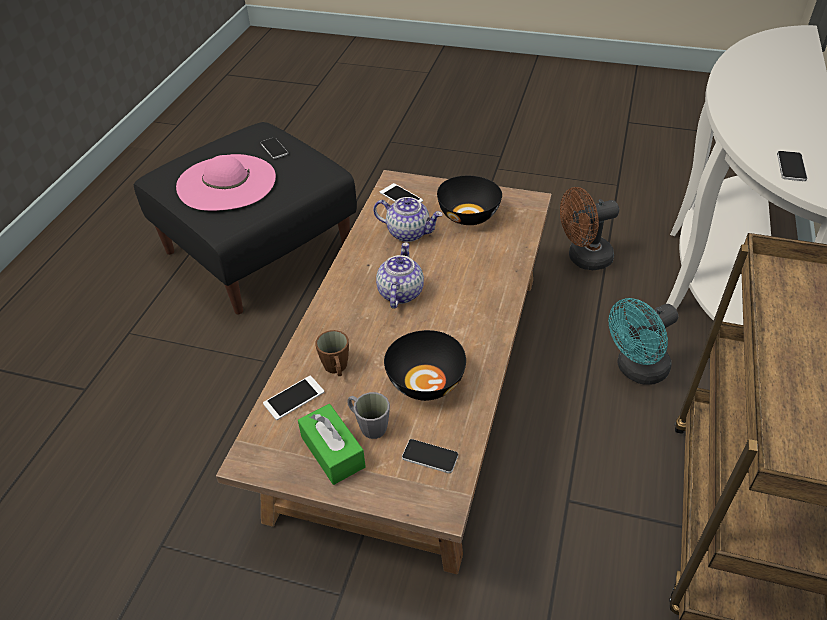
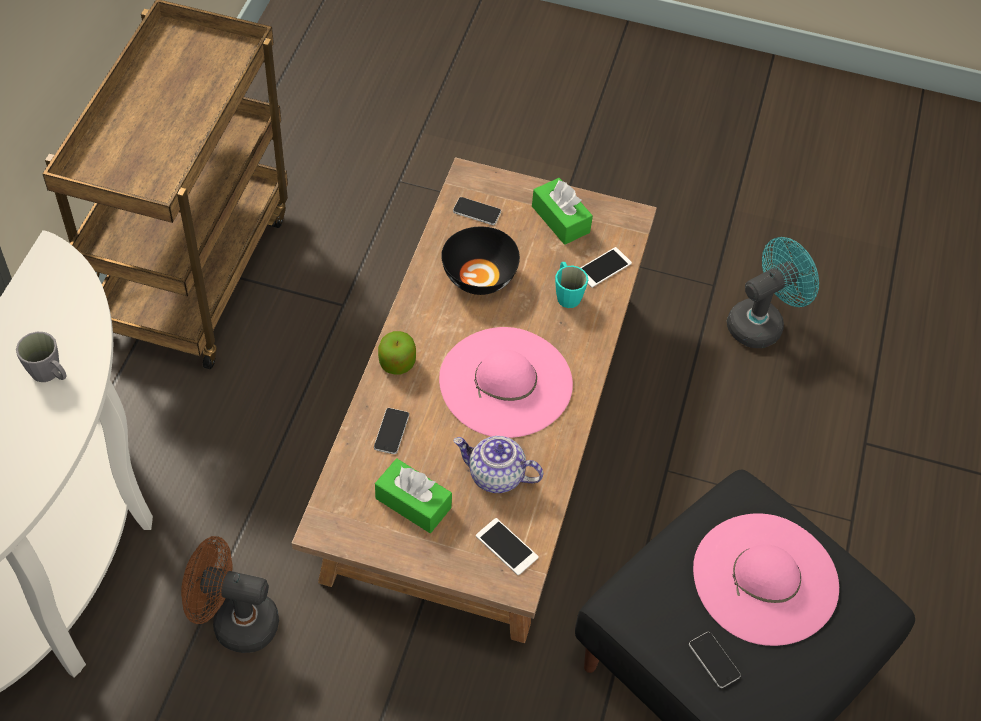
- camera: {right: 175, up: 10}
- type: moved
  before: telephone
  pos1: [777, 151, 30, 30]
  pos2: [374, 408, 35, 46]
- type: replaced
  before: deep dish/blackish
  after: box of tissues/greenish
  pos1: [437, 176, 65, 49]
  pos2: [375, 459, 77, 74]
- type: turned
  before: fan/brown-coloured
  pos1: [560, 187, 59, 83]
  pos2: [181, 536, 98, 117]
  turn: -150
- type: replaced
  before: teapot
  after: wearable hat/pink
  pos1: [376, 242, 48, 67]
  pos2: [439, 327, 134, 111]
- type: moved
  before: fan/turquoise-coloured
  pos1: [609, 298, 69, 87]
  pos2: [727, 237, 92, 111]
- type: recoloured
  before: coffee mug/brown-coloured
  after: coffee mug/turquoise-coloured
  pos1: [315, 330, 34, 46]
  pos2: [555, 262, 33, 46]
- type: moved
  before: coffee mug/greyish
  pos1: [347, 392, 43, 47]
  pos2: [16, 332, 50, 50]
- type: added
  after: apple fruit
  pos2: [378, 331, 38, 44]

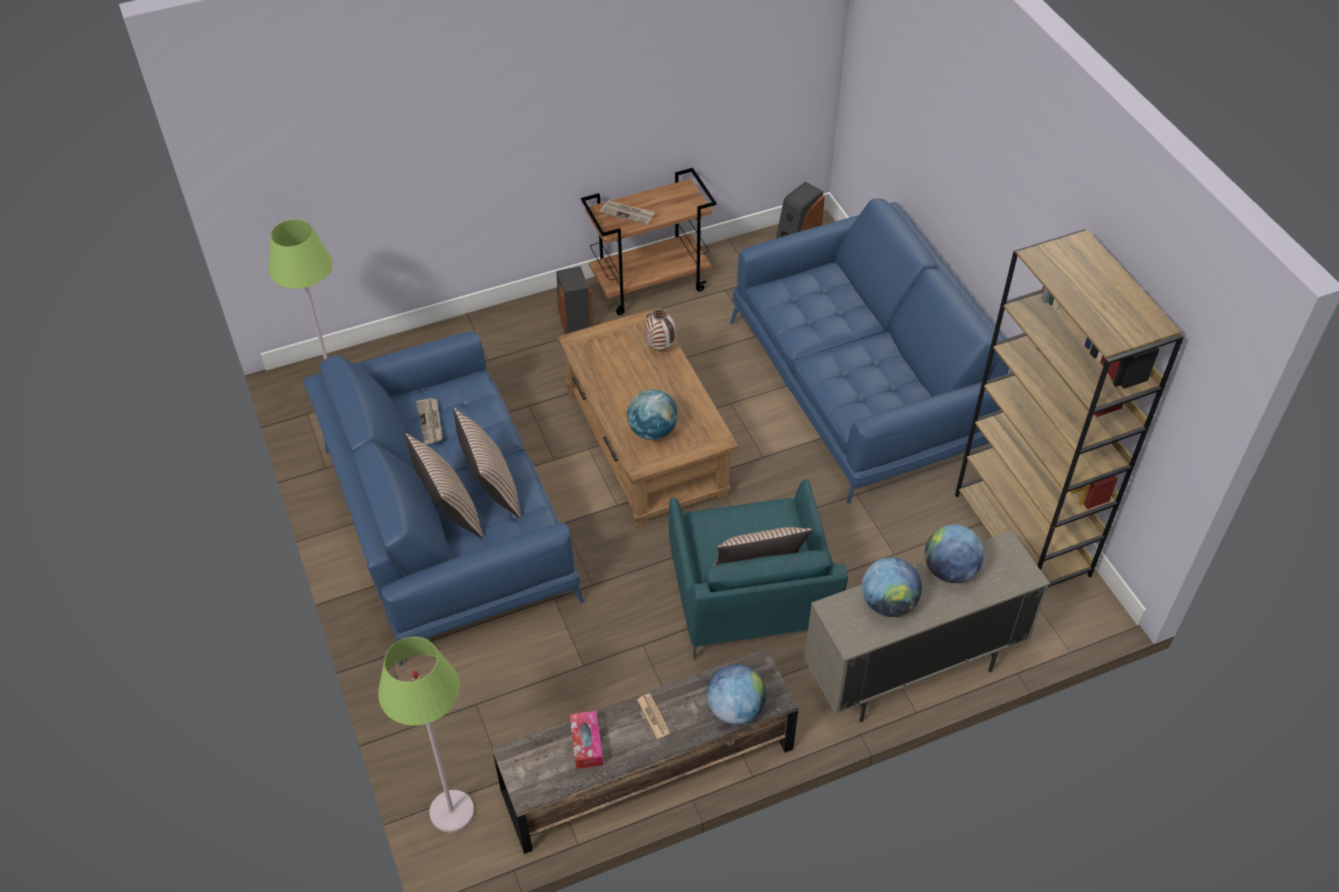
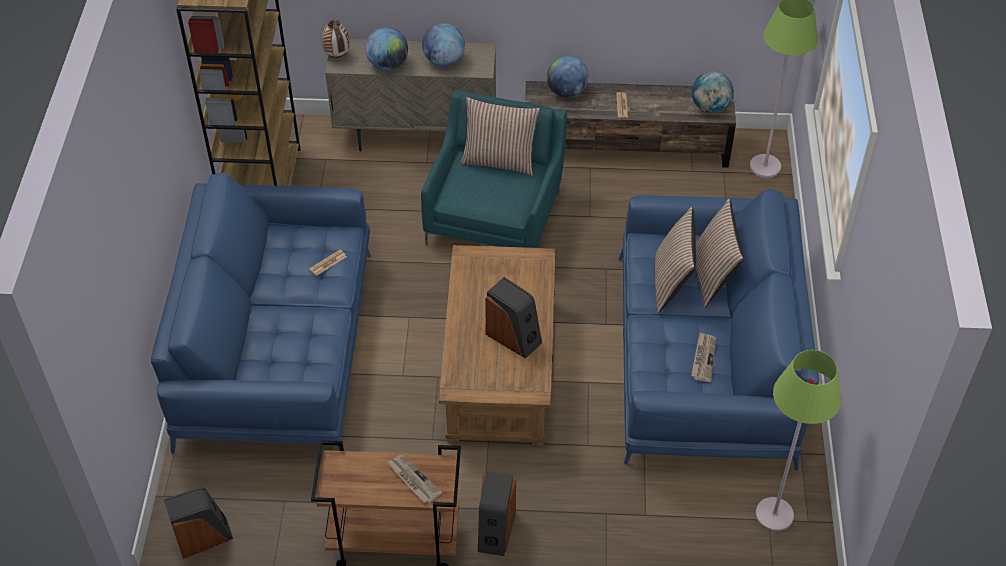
- camera: {right: -155, up: 0}
- type: moved
  before: vase
  pos1: [644, 308, 32, 43]
  pos2: [322, 20, 28, 38]
- type: moved
  before: globe
  pos1: [627, 389, 51, 51]
  pos2: [692, 71, 42, 42]
- type: removed
  before: box of tissues
  pos1: [569, 711, 34, 58]
- type: added
  after: printed paper
  pos2: [309, 250, 38, 26]
- type: added
  after: loudspeaker
  pos2: [485, 277, 57, 82]

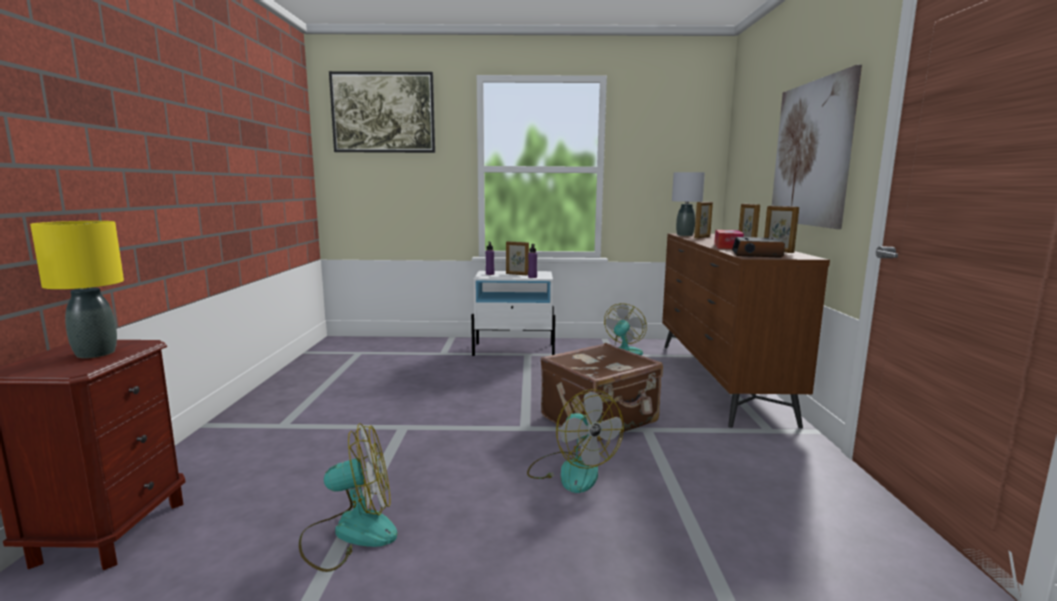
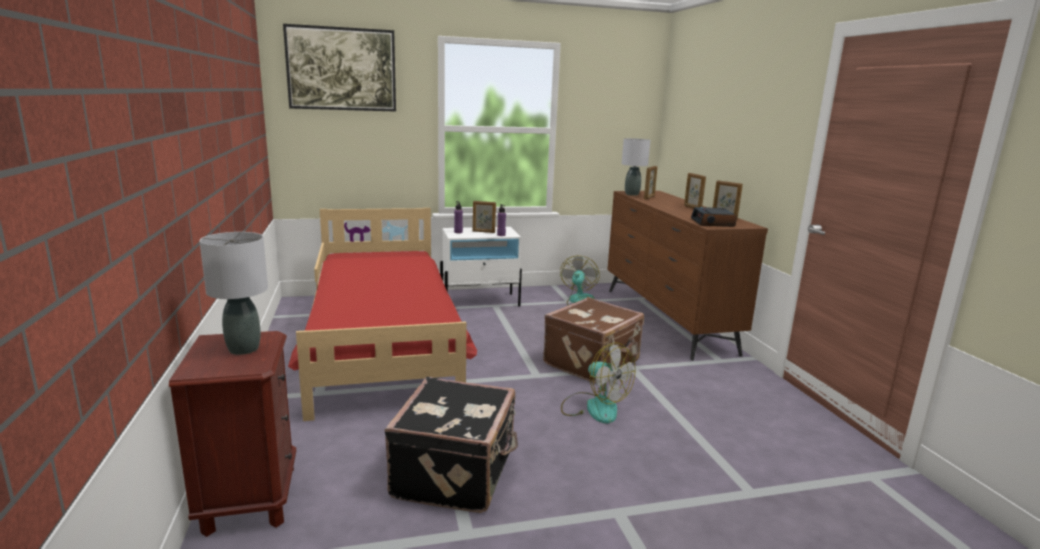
- camera: {right: -15, up: 5}
- type: removed
  before: picture
  pos1: [772, 65, 90, 164]
- type: recoloured
  before: tabletop lamp/yellowish
  after: tabletop lamp/greyish
  pos1: [30, 221, 94, 137]
  pos2: [199, 232, 69, 123]
- type: removed
  before: box of tissues
  pos1: [714, 230, 30, 19]
- type: replaced
  before: fan
  after: piece of luggage/blackish
  pos1: [299, 423, 99, 149]
  pos2: [384, 377, 134, 136]
- type: added
  after: bedroom bed/reddish
  pos2: [288, 208, 189, 213]

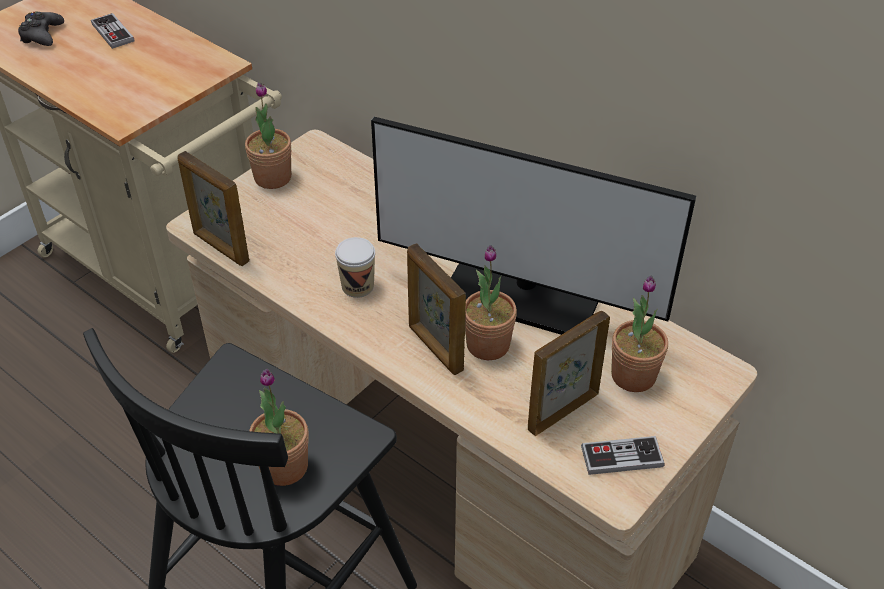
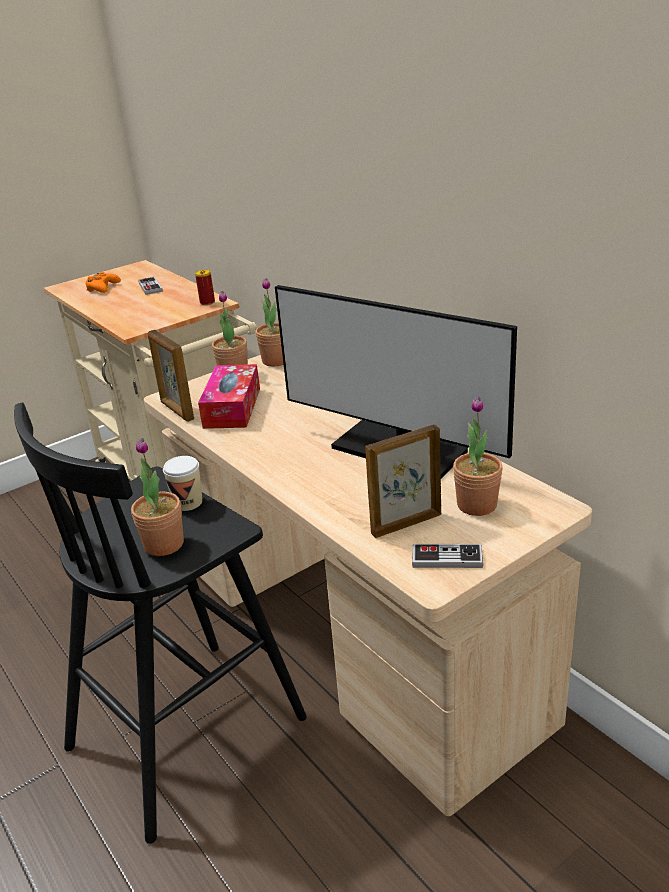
- camera: {right: 15, up: -15}
- type: recoloured
  before: gamepad/blackish
  after: gamepad/orange-coloured
  pos1: [18, 12, 46, 34]
  pos2: [86, 272, 35, 21]
- type: moved
  before: cup
  pos1: [335, 237, 40, 61]
  pos2: [163, 456, 39, 55]
- type: removed
  before: standing frame
  pos1: [407, 243, 59, 132]
- type: moved
  before: potted plant
  pos1: [465, 245, 52, 115]
  pos2: [255, 278, 29, 88]
- type: added
  after: metal can
  pos2: [195, 270, 20, 35]
- type: added
  after: box of tissues
  pos2: [198, 364, 62, 65]

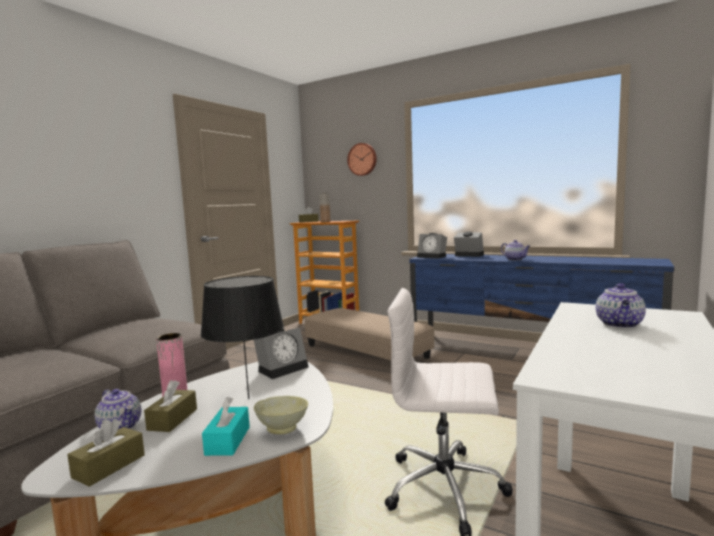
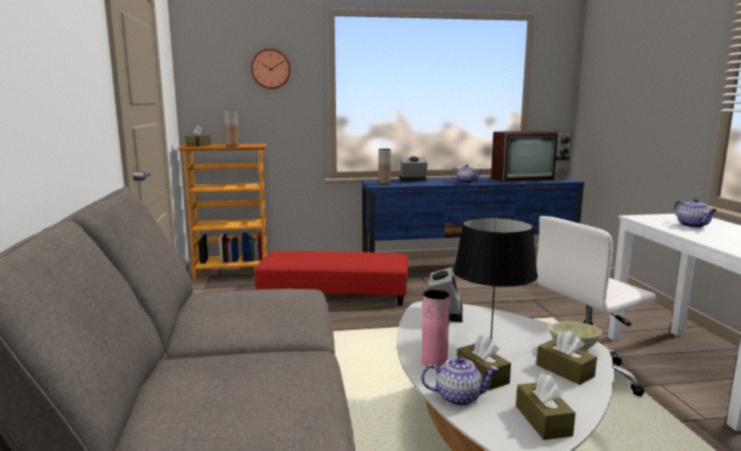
- camera: {right: -40, up: 5}
- type: replaced
  before: alarm clock
  after: vase/brown-coloured
  pos1: [417, 233, 30, 26]
  pos2: [378, 149, 13, 36]
- type: recoloured
  before: pouffe/beige-coloured
  after: pouffe/reddish
  pos1: [305, 308, 129, 52]
  pos2: [254, 251, 154, 55]
- type: recoloured
  before: box of tissues/turquoise-coloured
  after: box of tissues/brown-coloured
  pos1: [202, 397, 48, 59]
  pos2: [536, 331, 61, 54]
- type: added
  after: television
  pos2: [491, 131, 81, 51]

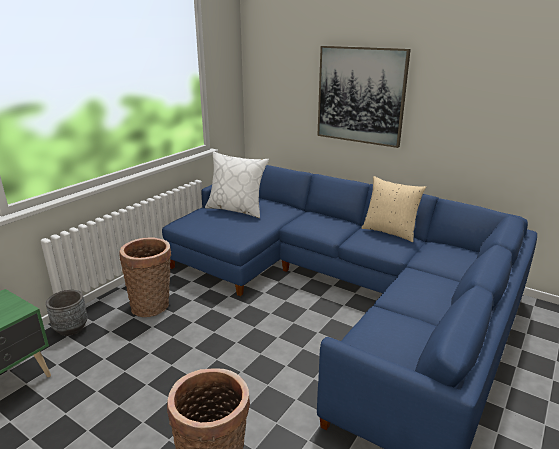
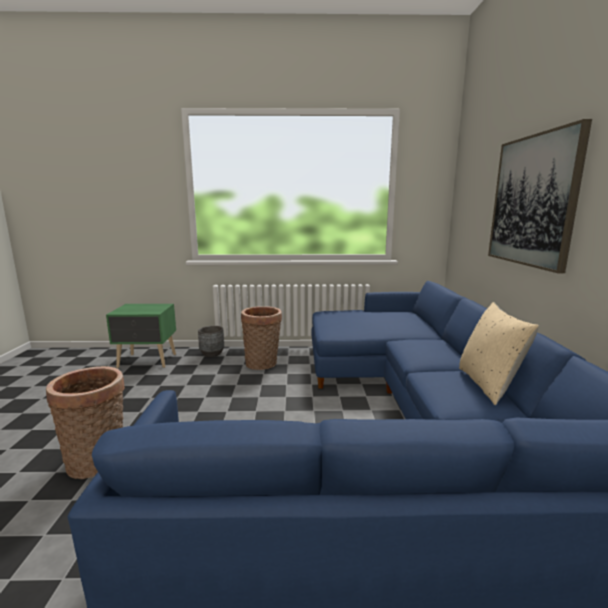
- camera: {right: 55, up: -10}
- type: removed
  before: pillow/white-coloured
  pos1: [205, 152, 64, 66]

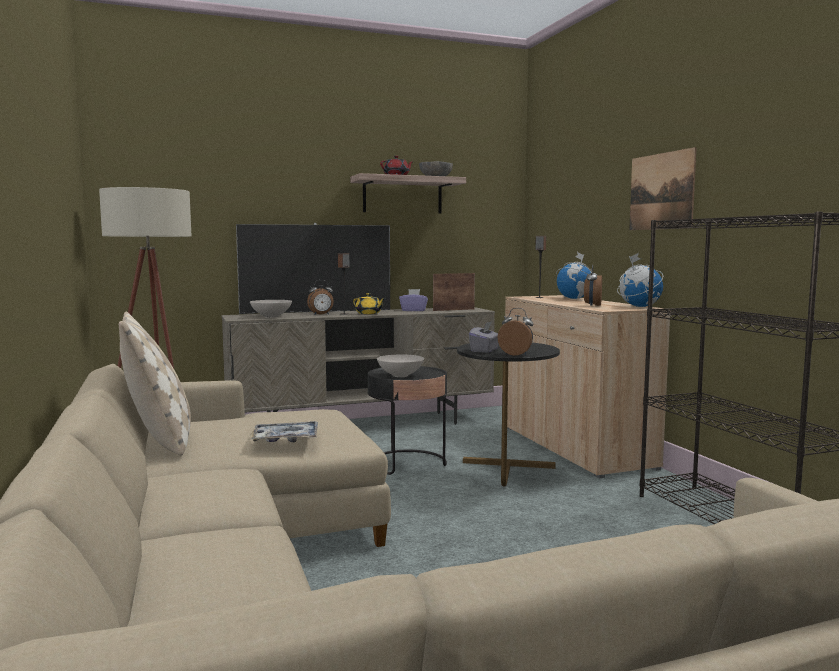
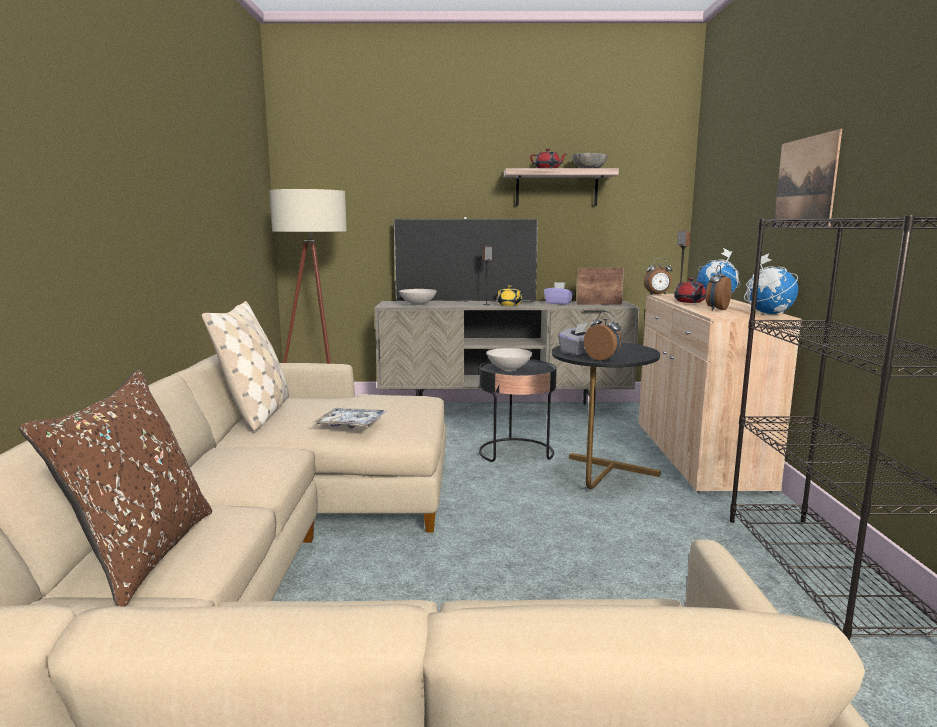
- camera: {right: 20, up: 5}
- type: moved
  before: alarm clock
  pos1: [307, 280, 27, 35]
  pos2: [644, 258, 29, 37]
- type: added
  after: teapot/reddish
  pos2: [674, 278, 32, 25]
- type: added
  after: pillow/brown-coloured
  pos2: [19, 370, 193, 236]

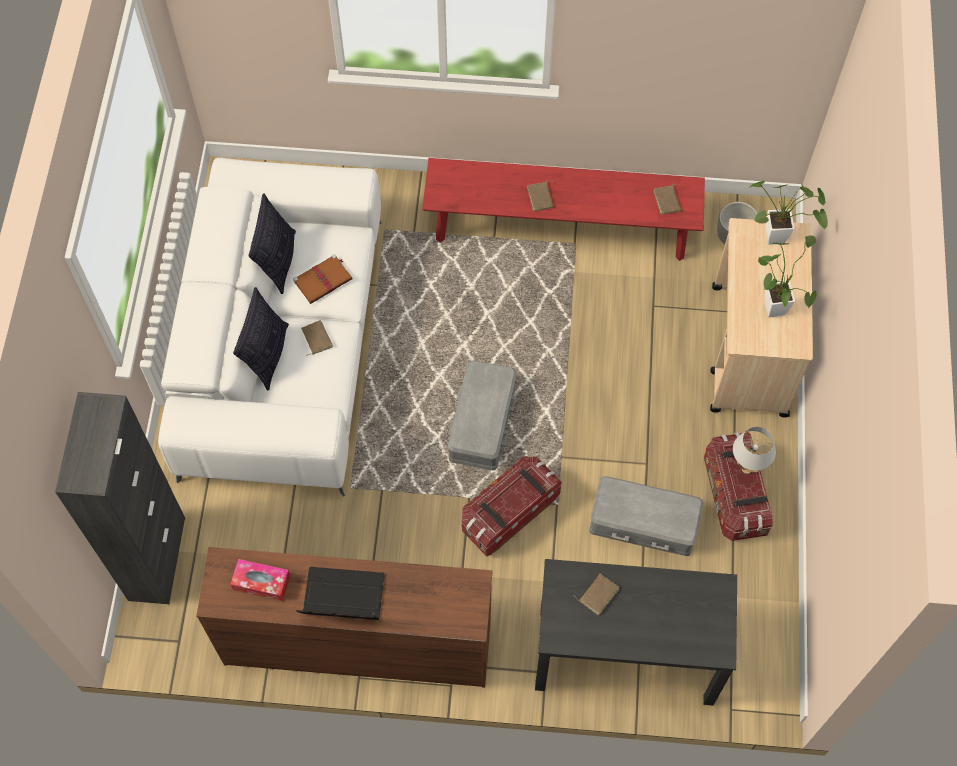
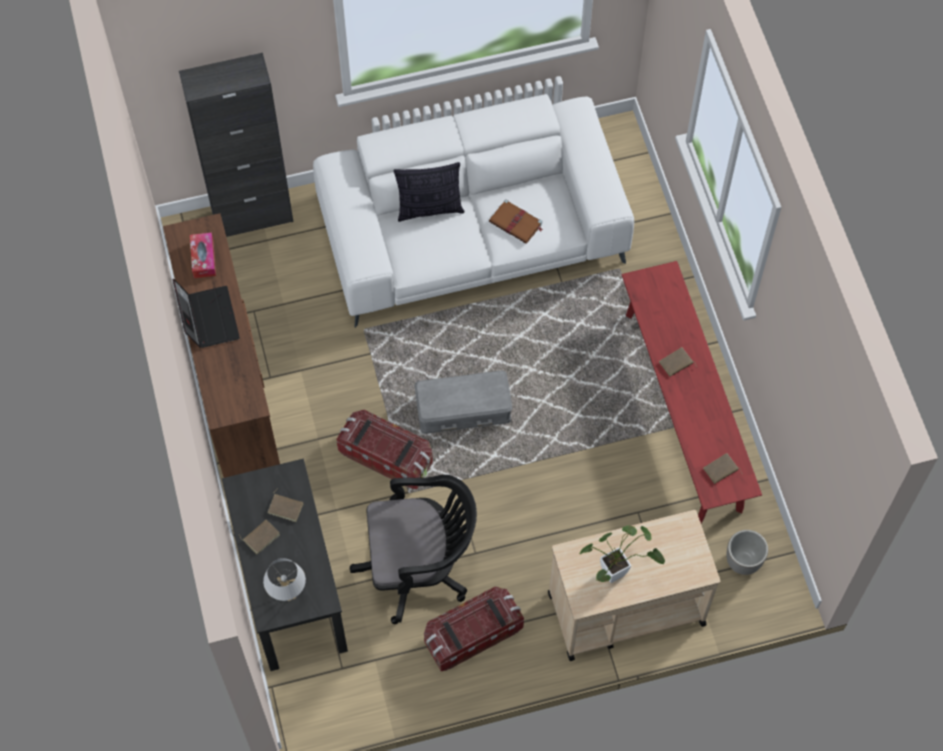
- camera: {right: 70, up: 0}
- type: removed
  before: potted plant
  pos1: [749, 181, 79, 64]
- type: removed
  before: pillow
  pos1: [249, 193, 47, 101]
- type: moved
  before: book/brown-coloured
  pos1: [301, 320, 32, 36]
  pos2: [239, 520, 41, 35]
- type: moved
  before: tabletop lamp/white-coloured
  pos1: [733, 427, 43, 47]
  pos2: [263, 558, 43, 43]
- type: replaced
  before: storage container/greyish
  after: computer chair/blackish
  pos1: [589, 476, 114, 80]
  pos2: [350, 475, 127, 149]

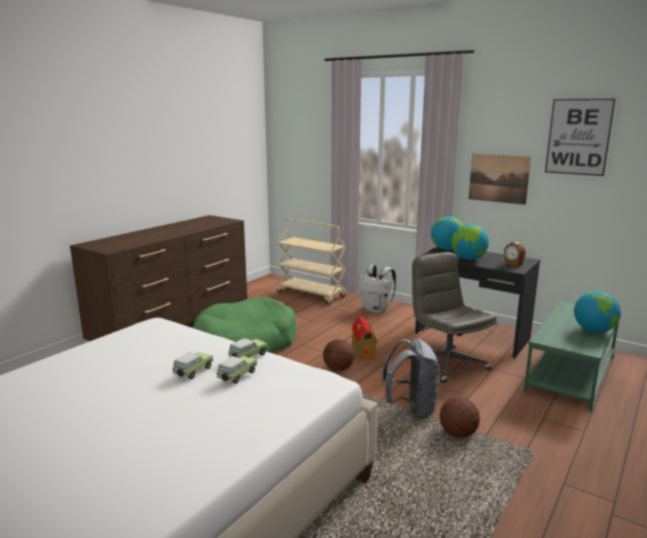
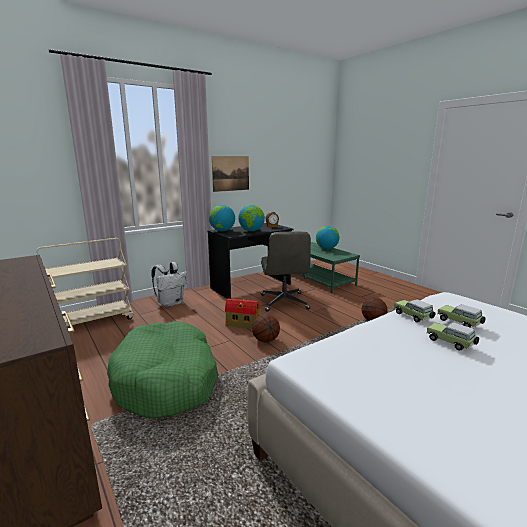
- camera: {right: -70, up: 0}
- type: removed
  before: picture
  pos1: [545, 99, 70, 77]
- type: turned
  before: computer chair/greyish
  pos1: [407, 252, 90, 131]
  pos2: [261, 231, 50, 81]
  turn: -90
- type: removed
  before: rucksack/greyish
  pos1: [382, 338, 58, 81]

